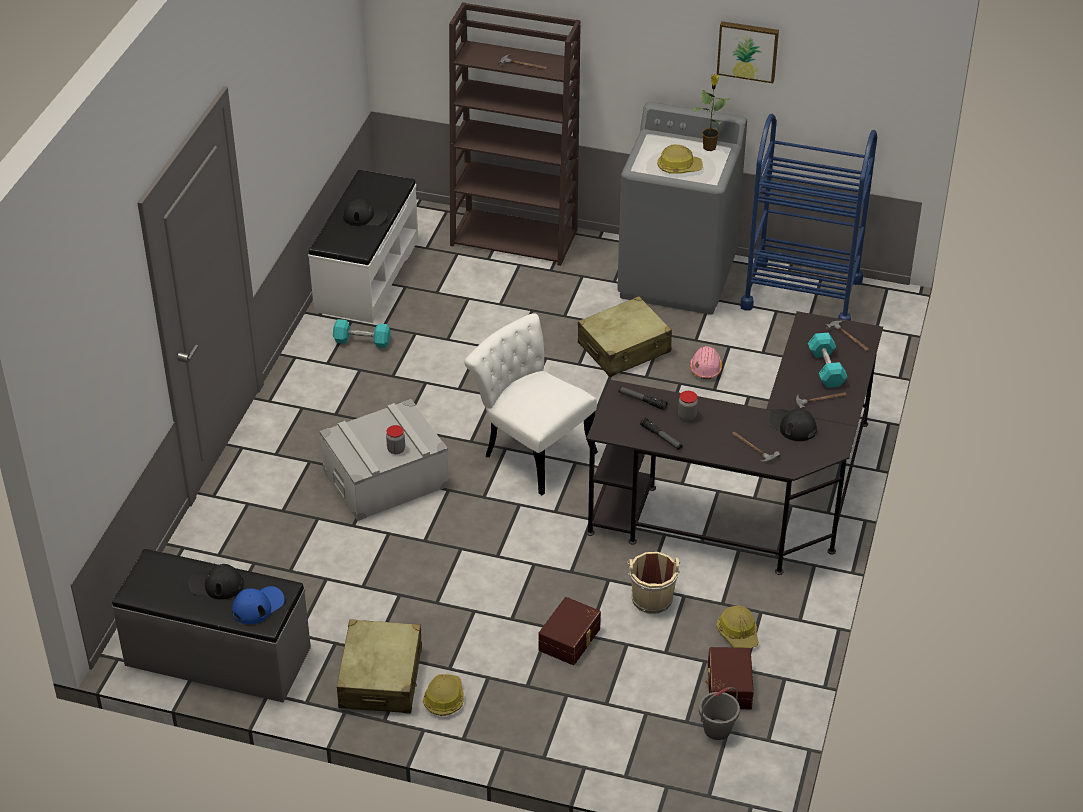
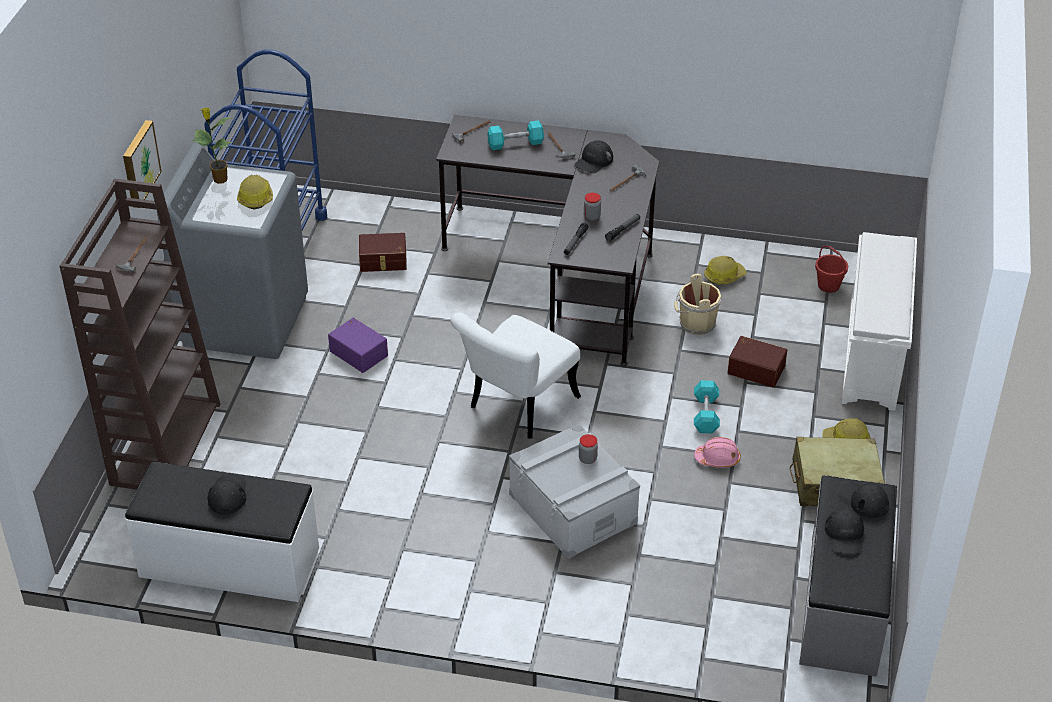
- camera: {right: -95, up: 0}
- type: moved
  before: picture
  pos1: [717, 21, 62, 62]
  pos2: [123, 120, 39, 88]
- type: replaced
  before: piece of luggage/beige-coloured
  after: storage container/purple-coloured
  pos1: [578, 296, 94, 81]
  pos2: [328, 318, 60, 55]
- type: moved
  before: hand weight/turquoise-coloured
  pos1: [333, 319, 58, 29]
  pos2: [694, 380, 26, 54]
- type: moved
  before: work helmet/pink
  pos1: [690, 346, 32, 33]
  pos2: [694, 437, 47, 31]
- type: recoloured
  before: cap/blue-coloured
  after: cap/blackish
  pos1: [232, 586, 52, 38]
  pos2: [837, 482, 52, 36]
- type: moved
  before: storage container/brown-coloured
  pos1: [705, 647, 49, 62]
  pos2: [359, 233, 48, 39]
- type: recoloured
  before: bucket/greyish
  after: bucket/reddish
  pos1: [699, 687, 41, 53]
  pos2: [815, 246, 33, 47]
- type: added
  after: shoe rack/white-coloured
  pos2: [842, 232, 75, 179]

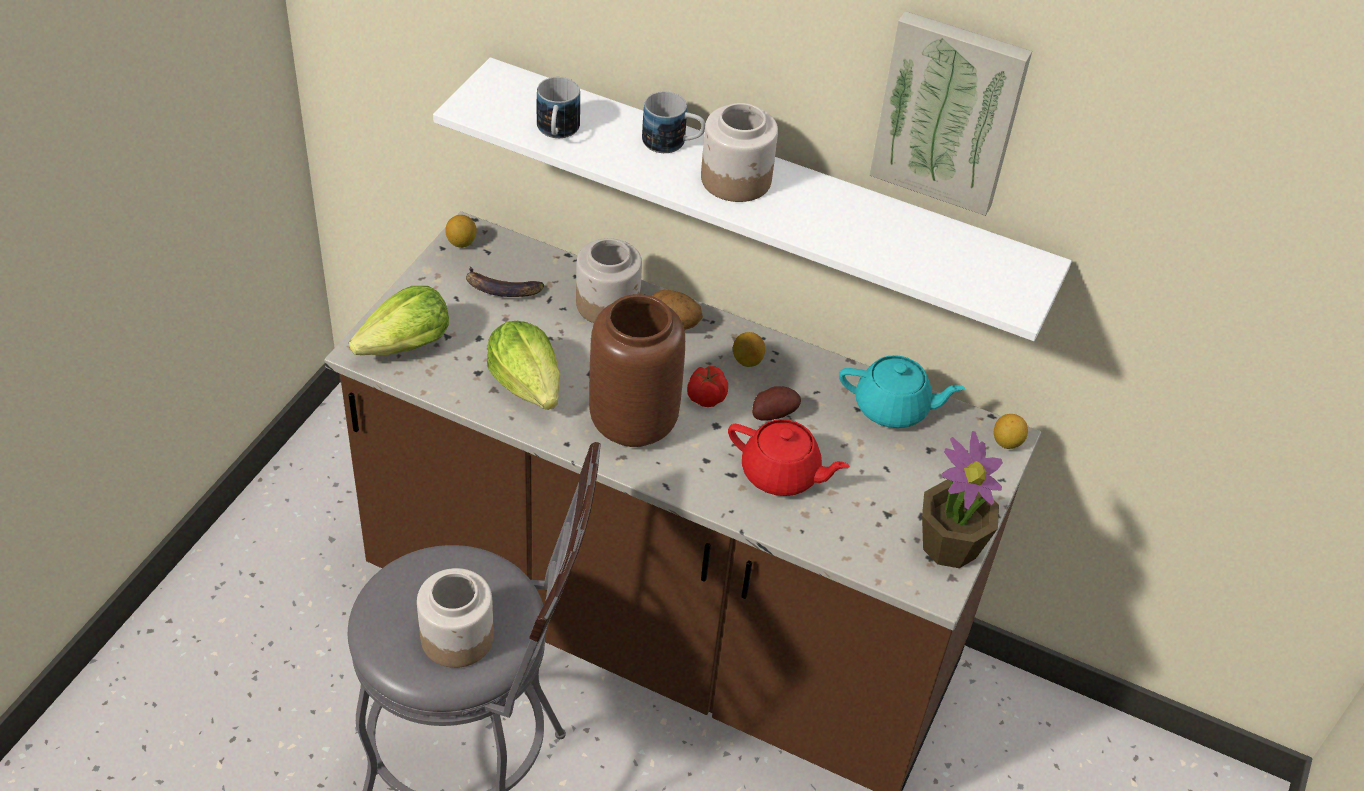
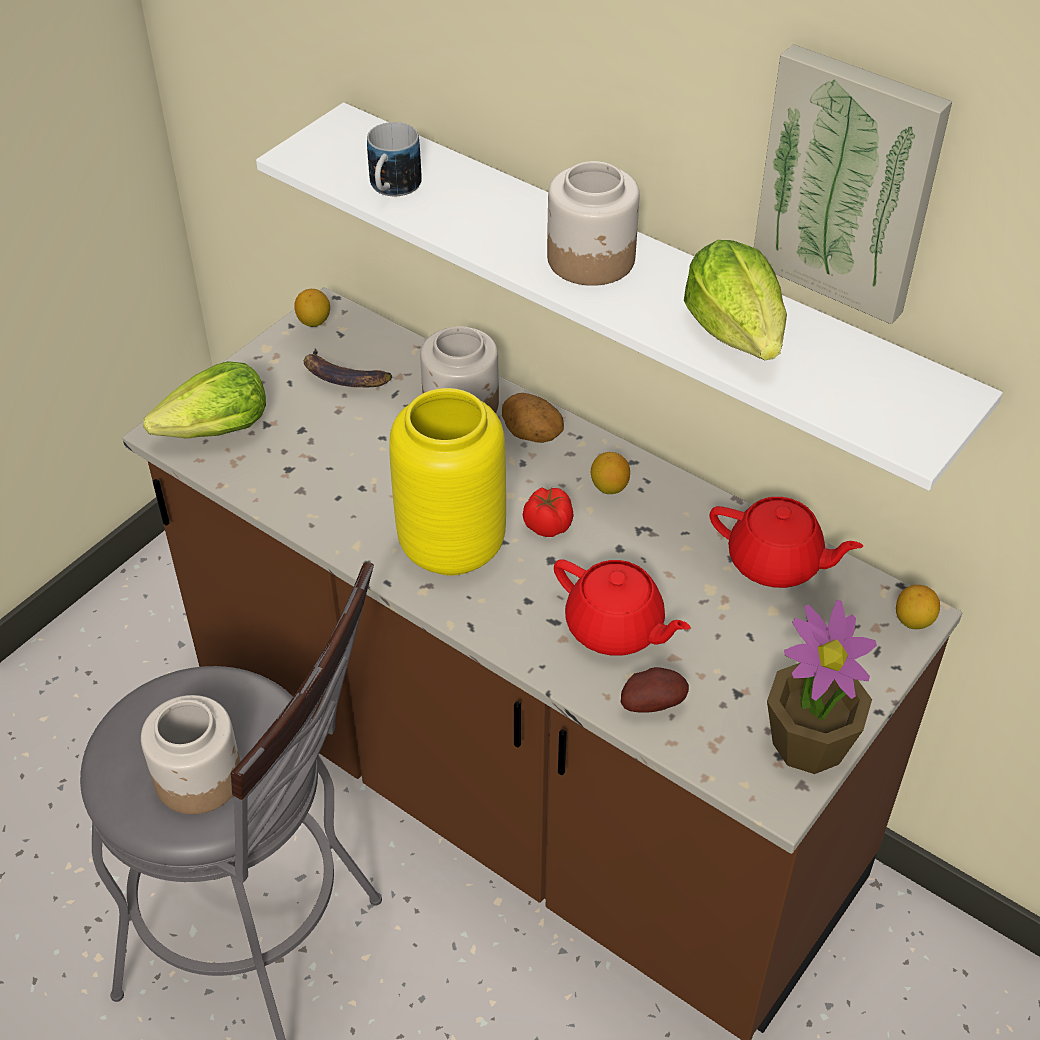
- camera: {right: 15, up: 0}
- type: removed
  before: coffee mug
  pos1: [642, 91, 63, 62]
- type: recoloured
  before: vase/brown-coloured
  after: vase/yellowish
  pos1: [589, 294, 96, 153]
  pos2: [389, 388, 117, 187]
- type: moved
  before: lettuce
  pos1: [487, 321, 73, 89]
  pos2: [684, 240, 103, 120]
- type: recoloured
  before: teapot/turquoise-coloured
  after: teapot/reddish
  pos1: [839, 355, 126, 73]
  pos2: [710, 497, 153, 91]
- type: moved
  before: spud
  pos1: [752, 386, 49, 35]
  pos2: [621, 667, 68, 46]

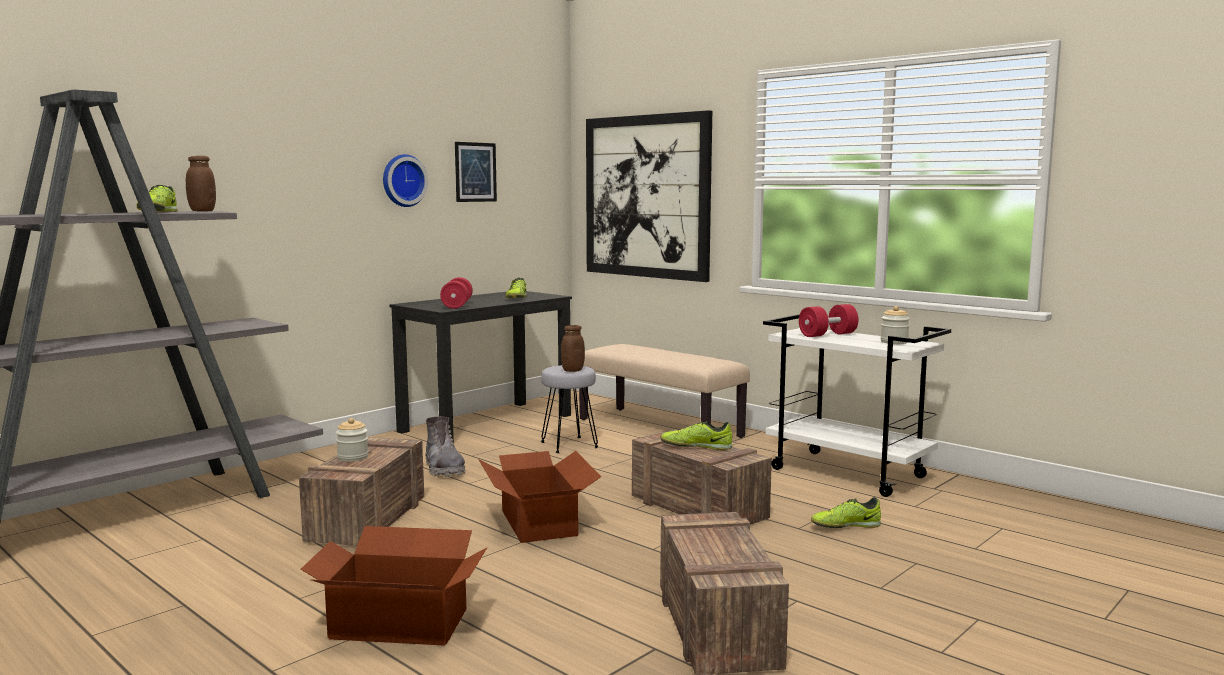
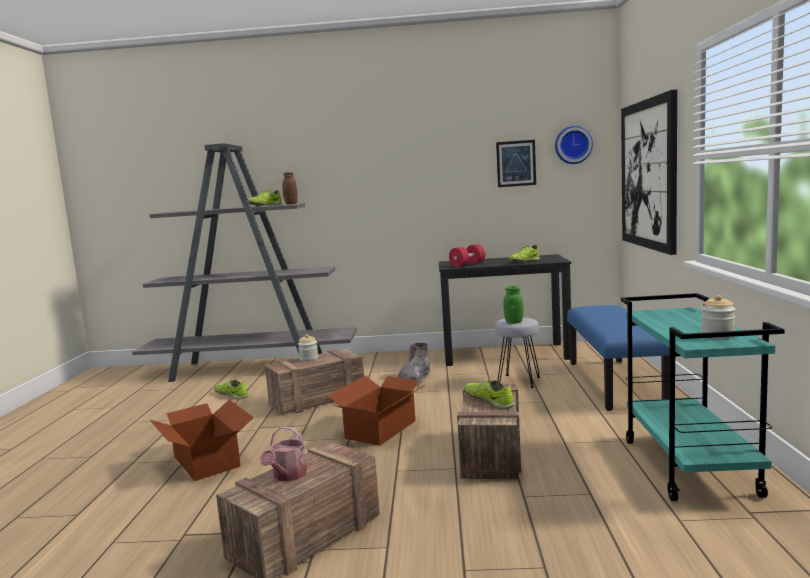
- camera: {right: 50, up: 0}
- type: moved
  before: hanging clock
  pos1: [383, 154, 45, 53]
  pos2: [555, 126, 38, 38]
- type: removed
  before: hand weight/reddish
  pos1: [799, 304, 59, 33]
- type: recoloured
  before: trolley/white-coloured
  after: trolley/turquoise-coloured
  pos1: [763, 314, 188, 183]
  pos2: [621, 293, 164, 208]
- type: recoloured
  before: jar/brown-coloured
  after: jar/greenish
  pos1: [561, 325, 24, 47]
  pos2: [504, 286, 20, 38]
- type: recoloured
  before: long seat/beige-coloured
  after: long seat/blue-coloured
  pos1: [579, 344, 171, 94]
  pos2: [567, 305, 102, 106]
- type: moved
  before: shoe
  pos1: [811, 497, 70, 31]
  pos2: [214, 380, 34, 20]
- type: added
  after: watering can
  pos2: [260, 427, 47, 54]

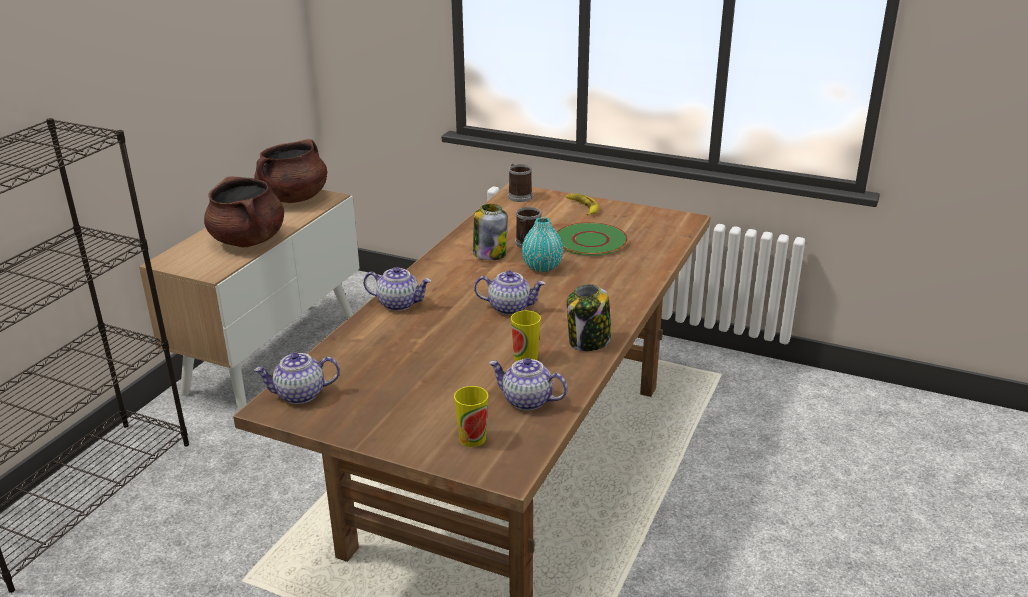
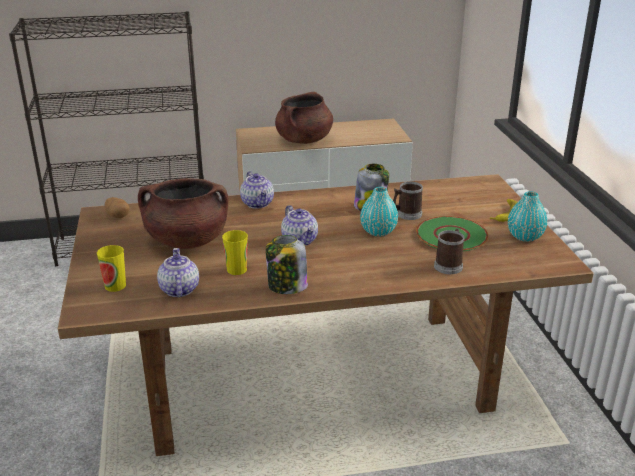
- camera: {right: 55, up: 0}
- type: moved
  before: saucepot/brown-coloured
  pos1: [254, 139, 73, 64]
  pos2: [138, 178, 90, 71]
- type: moved
  before: coffee mug
  pos1: [508, 164, 25, 38]
  pos2: [434, 229, 30, 45]
- type: replaced
  before: teapot
  after: spud
  pos1: [254, 352, 86, 52]
  pos2: [105, 197, 25, 21]
- type: added
  after: vase/turquoise-coloured
  pos2: [508, 191, 39, 51]

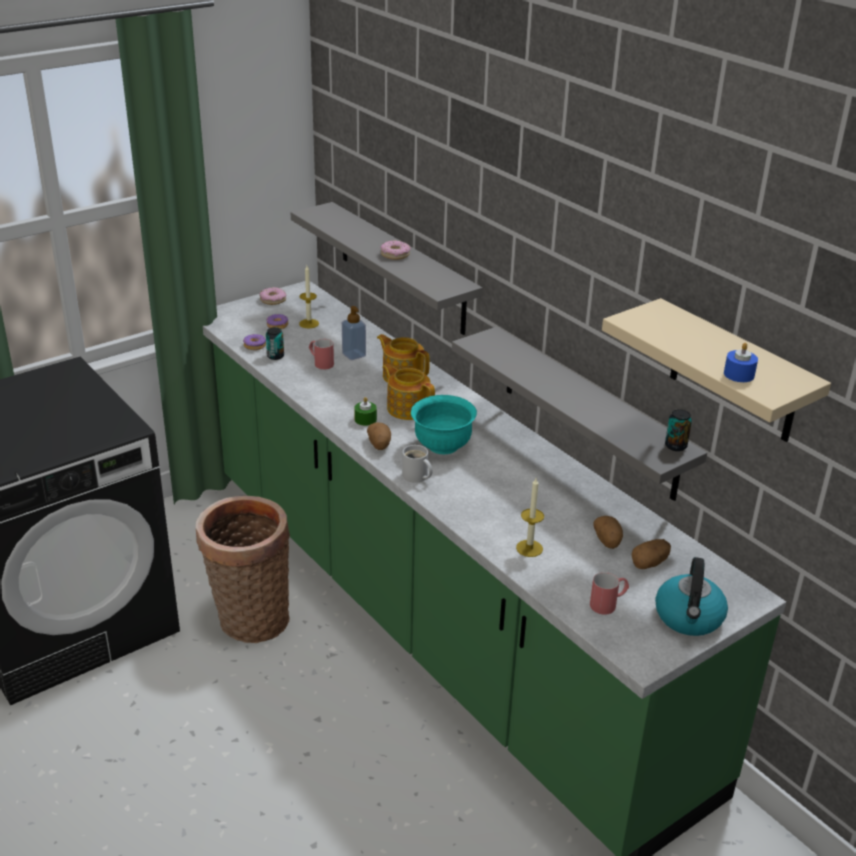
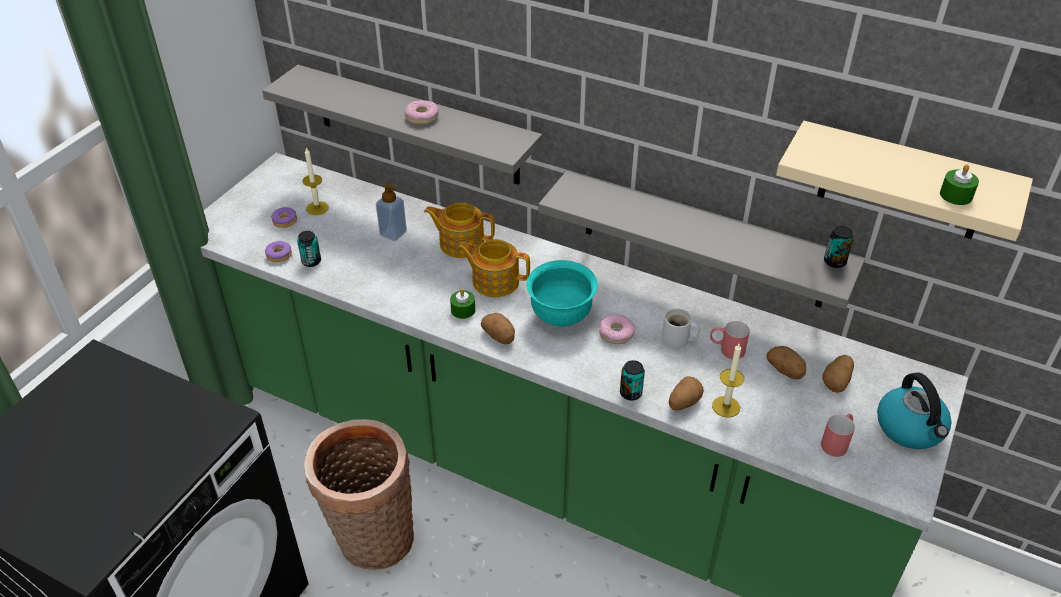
- camera: {right: -25, up: 10}
- type: moved
  before: doughnut
  pos1: [259, 287, 27, 18]
  pos2: [599, 314, 36, 30]
- type: moved
  before: coffee mug/reddish
  pos1: [309, 339, 25, 31]
  pos2: [710, 321, 40, 38]
- type: recoloured
  before: candle/blue-coloured
  after: candle/greenish
  pos1: [724, 343, 34, 39]
  pos2: [940, 164, 39, 41]
- type: moved
  before: coffee mug/white-coloured
  pos1: [402, 445, 30, 38]
  pos2: [662, 308, 38, 41]
- type: added
  after: metal can
  pos2: [620, 360, 25, 41]
- type: added
  after: spud
  pos2: [669, 376, 35, 35]

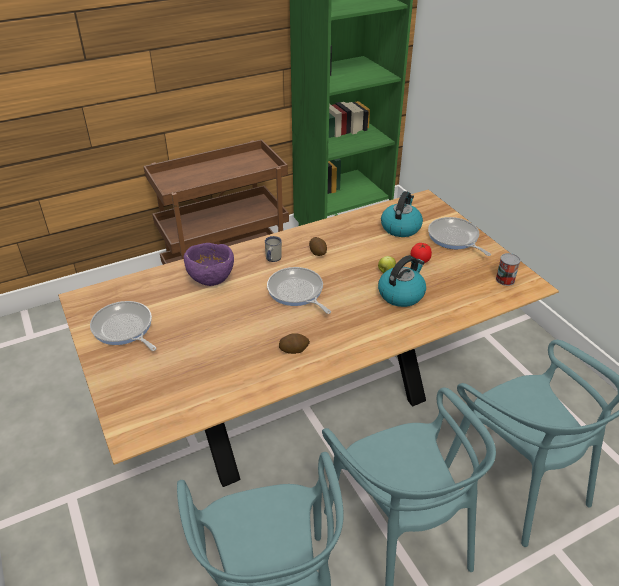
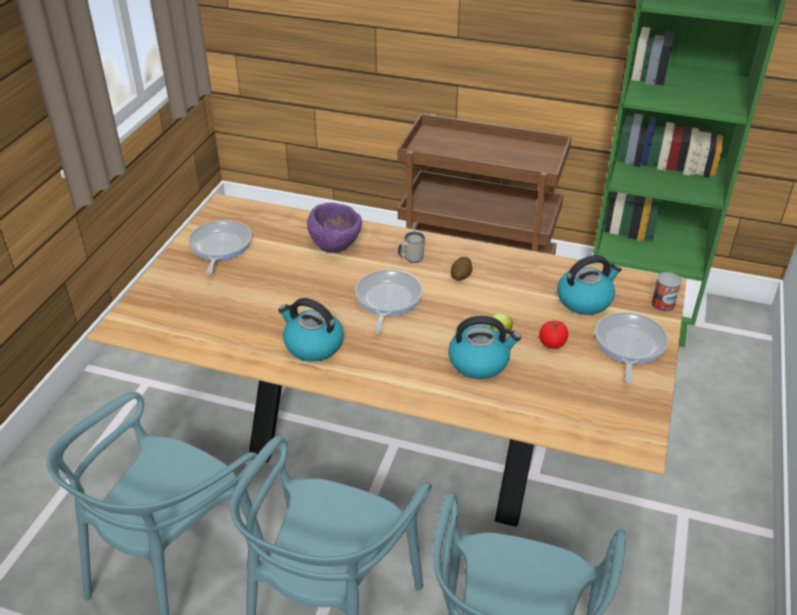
- camera: {right: 45, up: 0}
- type: moved
  before: metal can
  pos1: [496, 253, 25, 33]
  pos2: [651, 272, 31, 40]
- type: replaced
  before: spud
  after: tea kettle
  pos1: [279, 333, 31, 21]
  pos2: [278, 298, 66, 64]

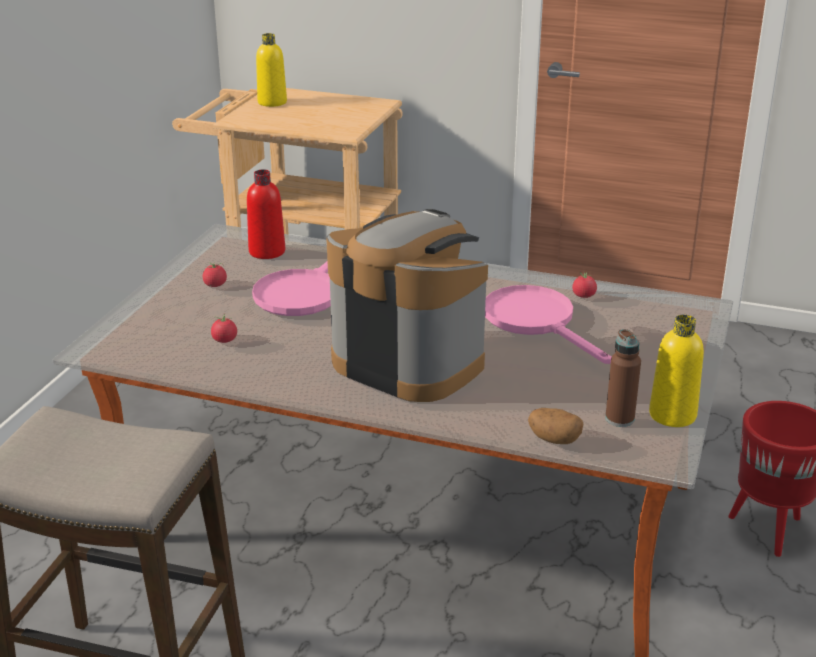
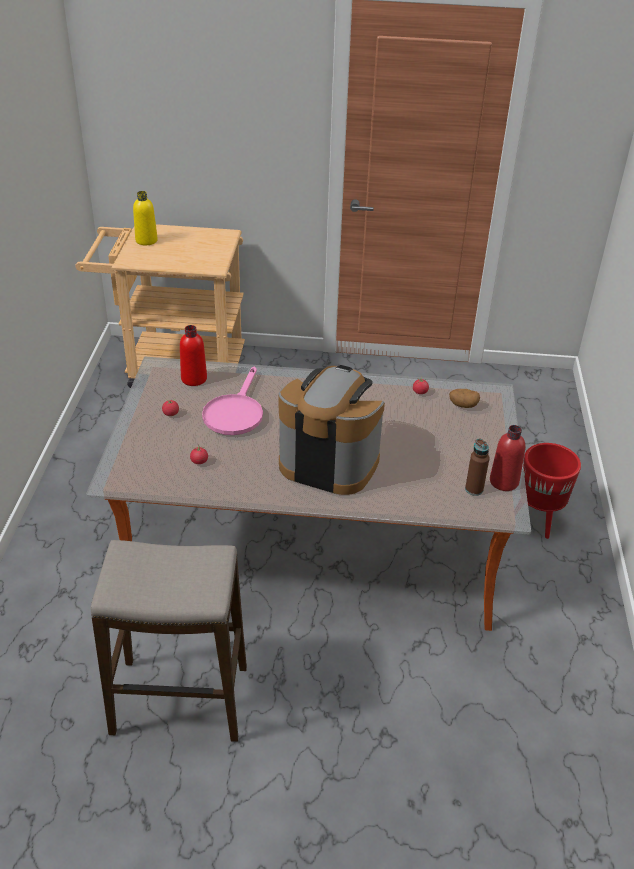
- camera: {right: -15, up: 10}
- type: removed
  before: frying pan/pink
  pos1: [485, 285, 127, 79]
- type: recoloured
  before: beverage bottle/yellowish
  after: beverage bottle/reddish
  pos1: [649, 315, 55, 112]
  pos2: [490, 425, 35, 66]
- type: moved
  before: spud
  pos1: [528, 408, 55, 36]
  pos2: [449, 389, 31, 19]

